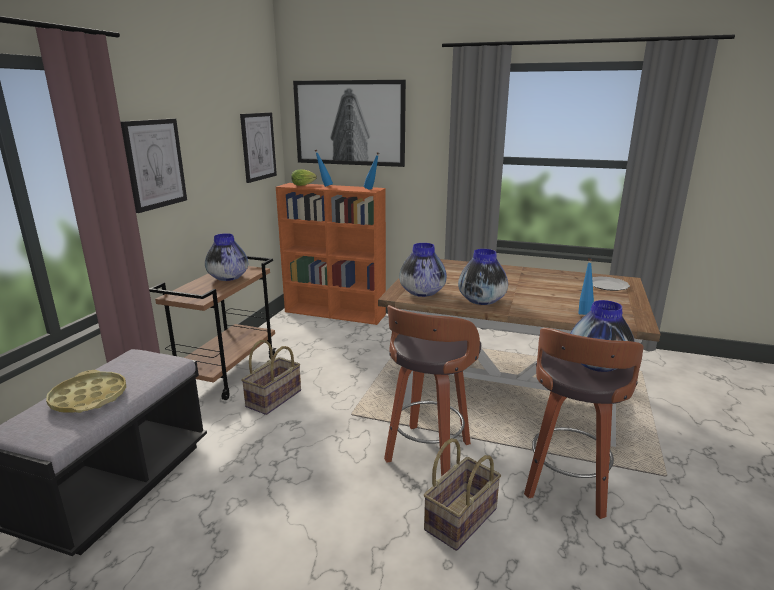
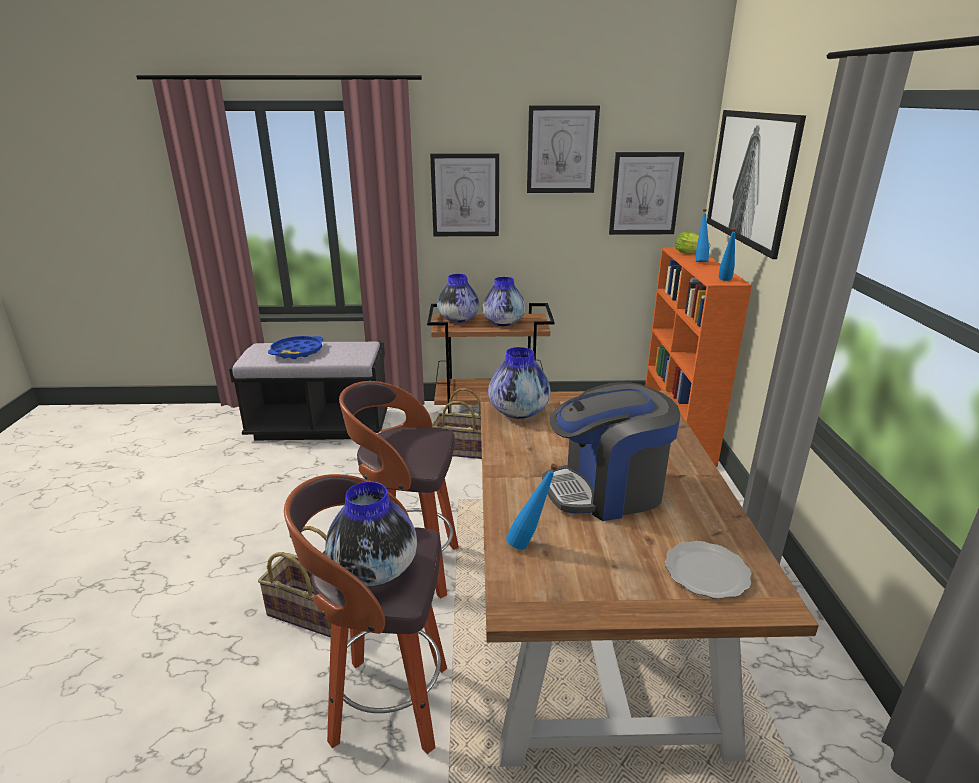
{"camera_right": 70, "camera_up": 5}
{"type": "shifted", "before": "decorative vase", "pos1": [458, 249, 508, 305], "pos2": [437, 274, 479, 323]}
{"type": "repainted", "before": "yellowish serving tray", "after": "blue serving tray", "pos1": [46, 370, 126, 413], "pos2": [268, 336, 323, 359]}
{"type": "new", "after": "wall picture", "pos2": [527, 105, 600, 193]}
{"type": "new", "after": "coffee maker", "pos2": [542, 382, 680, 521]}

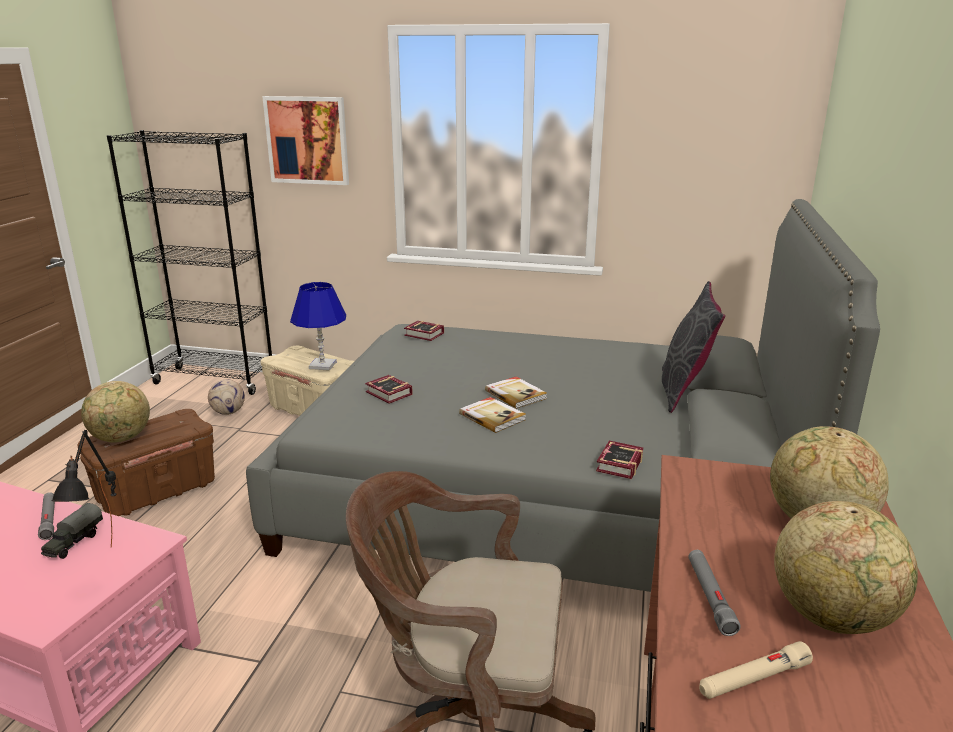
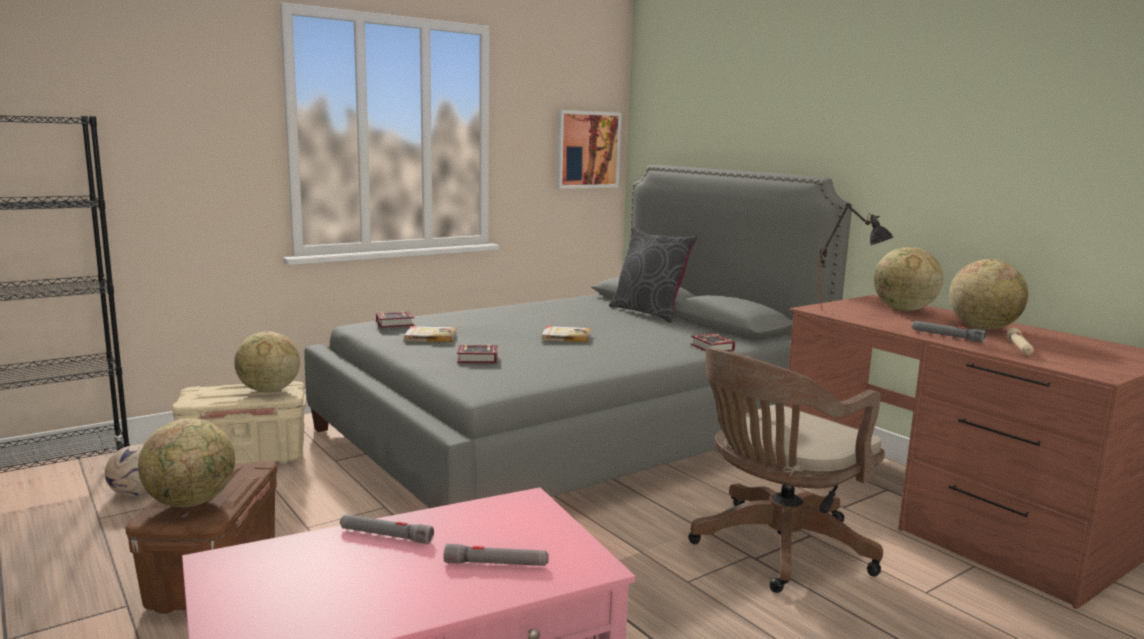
{"camera_right": -50, "camera_up": -10}
{"type": "shifted", "before": "wall picture", "pos1": [262, 96, 349, 185], "pos2": [556, 110, 622, 189]}
{"type": "swapped", "before": "blue tabletop lamp", "after": "globe", "pos1": [290, 282, 346, 371], "pos2": [234, 331, 300, 392]}
{"type": "shifted", "before": "bound book", "pos1": [459, 397, 526, 433], "pos2": [404, 326, 457, 342]}
{"type": "shifted", "before": "black-coloured tabletop lamp", "pos1": [51, 430, 116, 547], "pos2": [819, 203, 893, 311]}
{"type": "gone", "before": "toy lorry", "pos1": [41, 503, 103, 559]}
{"type": "new", "after": "grey flashlight", "pos2": [444, 544, 549, 566]}

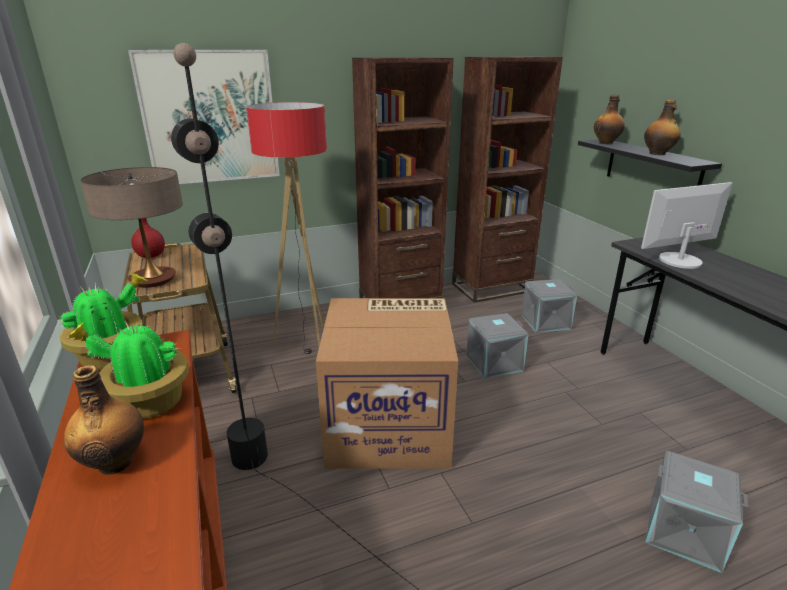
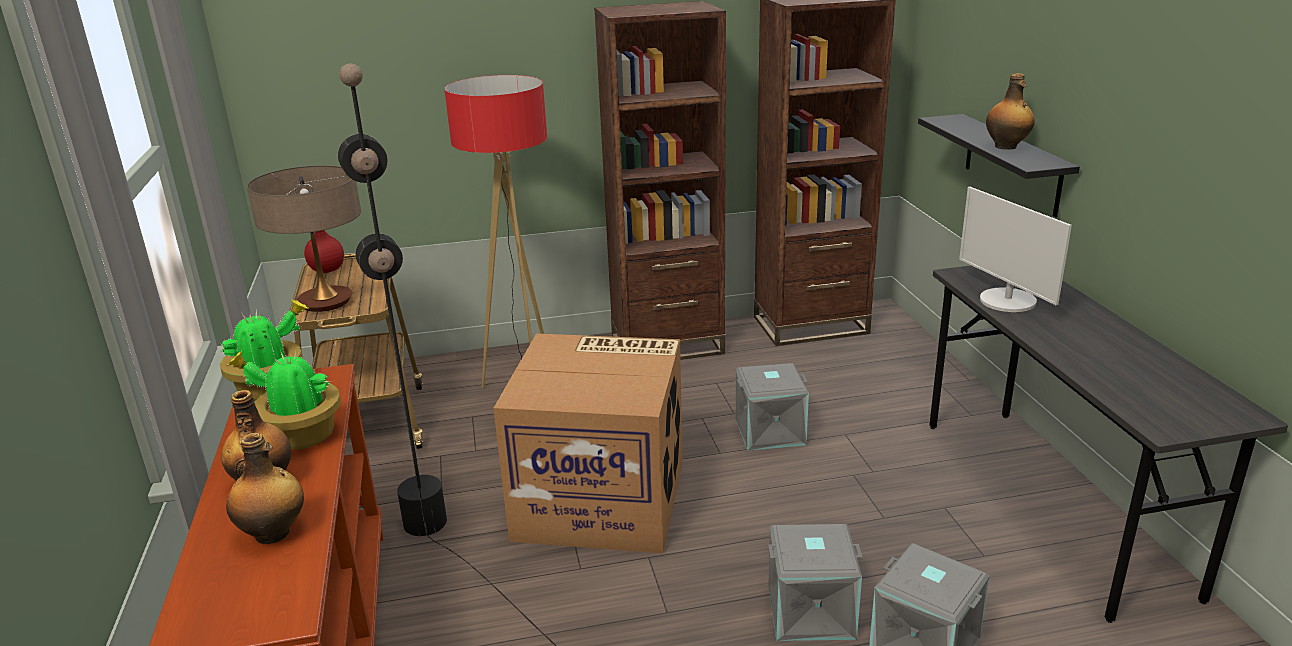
{"camera_right": 10, "camera_up": 0}
{"type": "gone", "before": "wall picture", "pos1": [128, 50, 280, 184]}
{"type": "shifted", "before": "drink bottle", "pos1": [594, 95, 625, 144], "pos2": [226, 433, 304, 544]}
{"type": "rotated", "before": "computer screen", "pos1": [641, 182, 732, 269], "pos2": [959, 187, 1072, 312], "turn": -105}
{"type": "shifted", "before": "grey storage bin", "pos1": [521, 279, 577, 332], "pos2": [768, 524, 863, 641]}

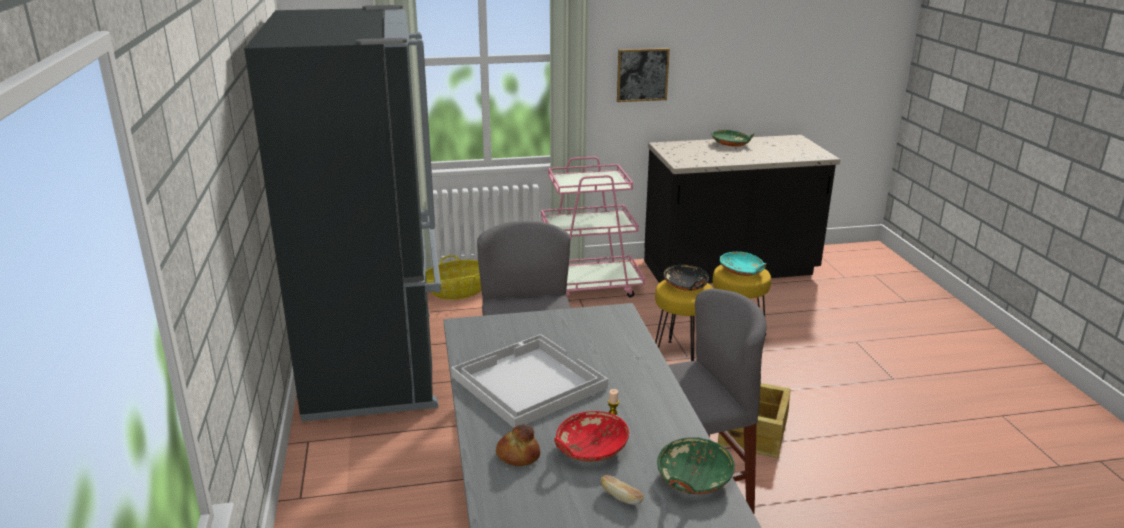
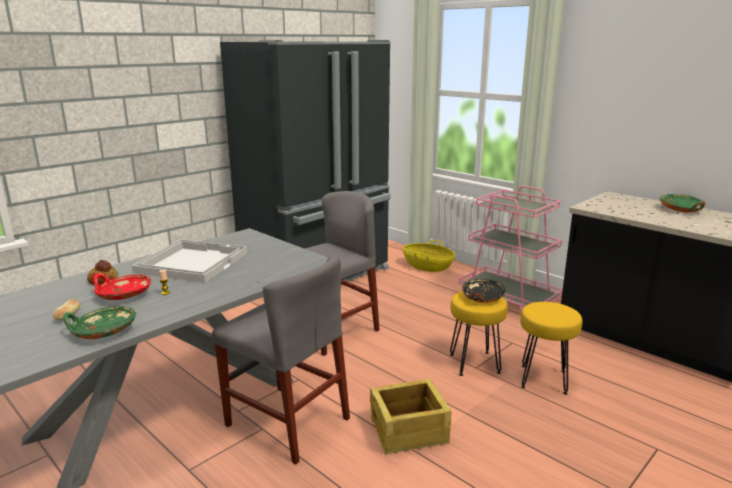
{"camera_right": 55, "camera_up": -5}
{"type": "gone", "before": "wall picture", "pos1": [617, 48, 670, 102]}
{"type": "gone", "before": "blue-green serving bowl", "pos1": [720, 252, 766, 276]}

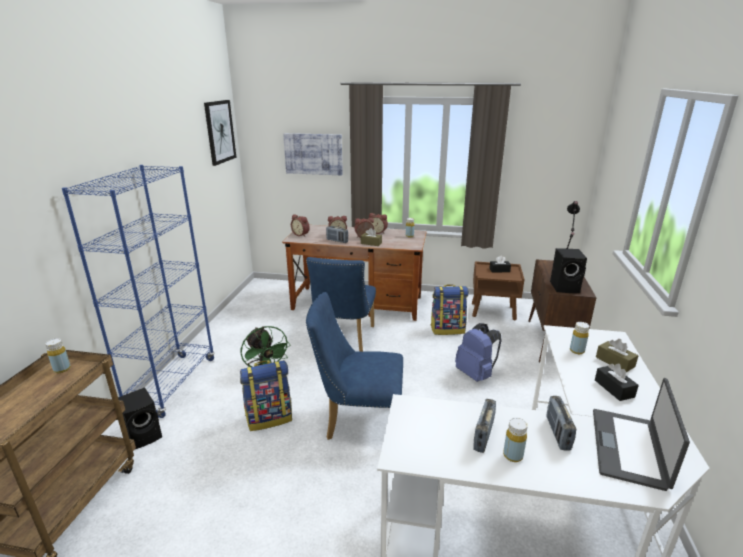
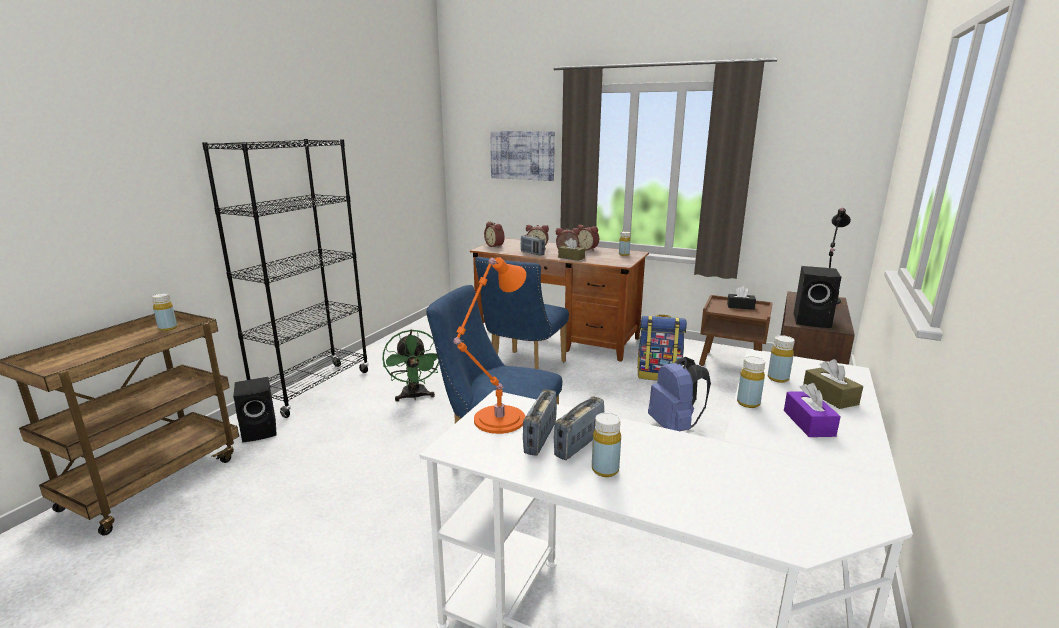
{"camera_right": 15, "camera_up": -5}
{"type": "gone", "before": "wall picture", "pos1": [204, 100, 237, 166]}
{"type": "repainted", "before": "blue bookcase", "after": "black-coloured bookcase", "pos1": [62, 165, 215, 418], "pos2": [202, 139, 369, 418]}
{"type": "gone", "before": "backpack", "pos1": [240, 360, 292, 431]}
{"type": "repainted", "before": "black-coloured tissue holder", "after": "purple tissue holder", "pos1": [595, 364, 639, 401], "pos2": [784, 383, 841, 437]}
{"type": "gone", "before": "portable computer", "pos1": [593, 378, 690, 491]}
{"type": "shifted", "before": "radio", "pos1": [546, 396, 576, 451], "pos2": [523, 390, 557, 456]}
{"type": "new", "after": "orange tabletop lamp", "pos2": [453, 257, 526, 434]}
{"type": "new", "after": "yellowish drink bottle", "pos2": [737, 356, 765, 408]}

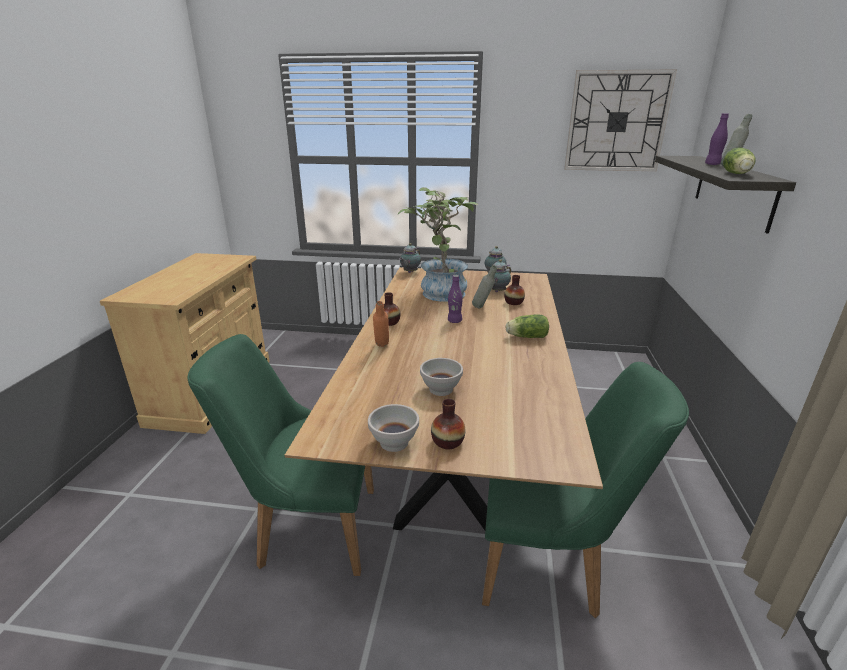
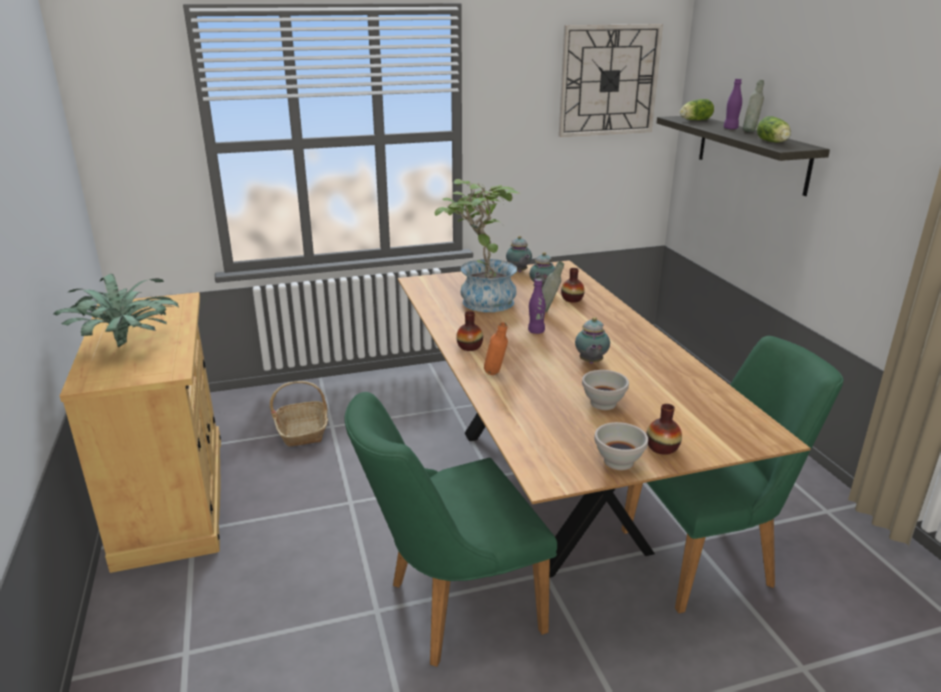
{"camera_right": -25, "camera_up": 0}
{"type": "shifted", "before": "pot for tea", "pos1": [399, 243, 421, 273], "pos2": [575, 317, 610, 364]}
{"type": "shifted", "before": "head of lettuce", "pos1": [506, 314, 549, 338], "pos2": [680, 99, 714, 120]}
{"type": "new", "after": "houseplant", "pos2": [53, 274, 179, 347]}
{"type": "new", "after": "basket", "pos2": [270, 381, 328, 447]}

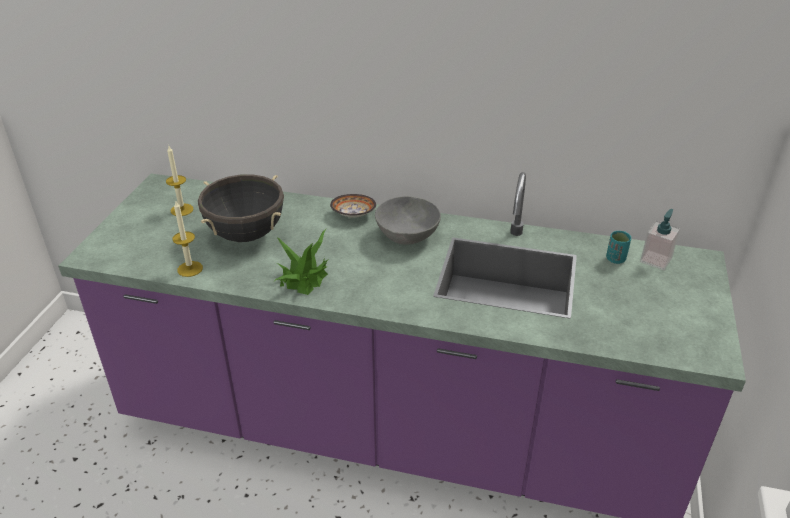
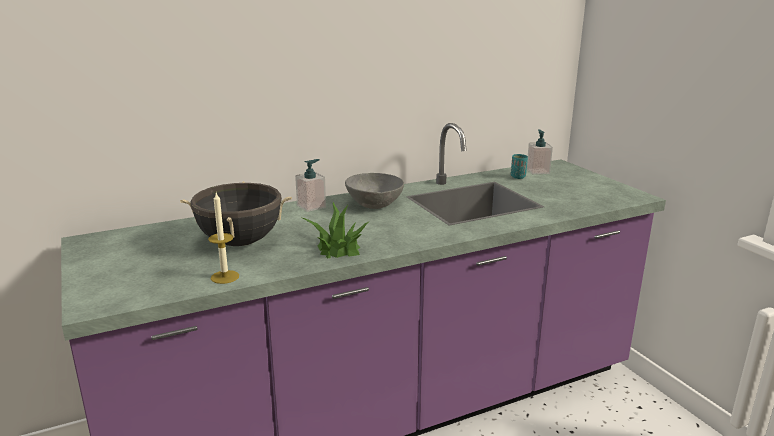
{"camera_right": -40, "camera_up": -15}
{"type": "gone", "before": "candle", "pos1": [166, 146, 194, 216]}
{"type": "swapped", "before": "serving bowl", "after": "soap bottle", "pos1": [330, 194, 376, 217], "pos2": [295, 159, 326, 212]}

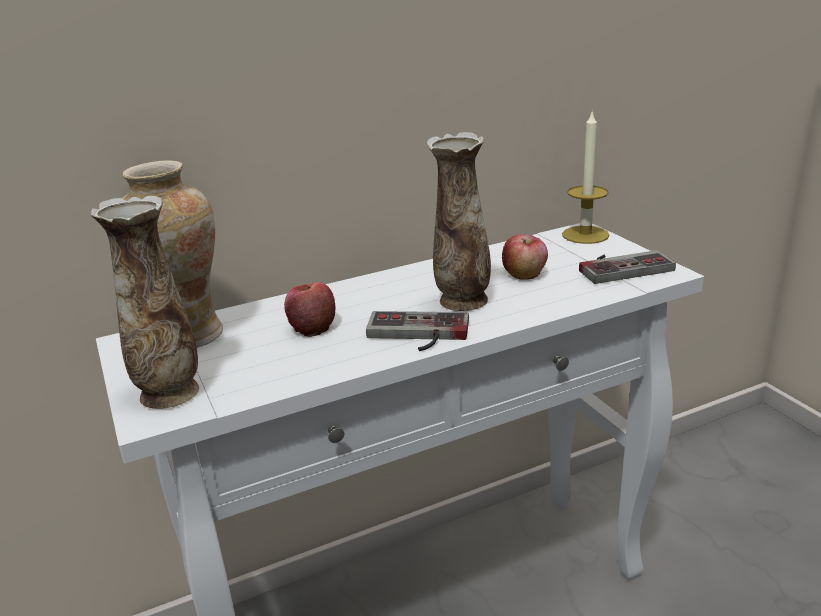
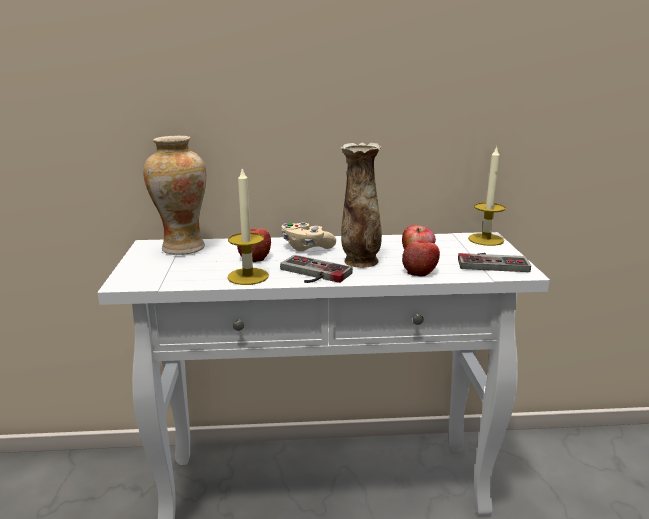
{"camera_right": 20, "camera_up": -5}
{"type": "gone", "before": "decorative vase", "pos1": [90, 196, 199, 409]}
{"type": "new", "after": "candle", "pos2": [227, 167, 269, 285]}
{"type": "new", "after": "beige-coloured game controller", "pos2": [281, 222, 336, 252]}
{"type": "new", "after": "apple", "pos2": [402, 240, 440, 277]}

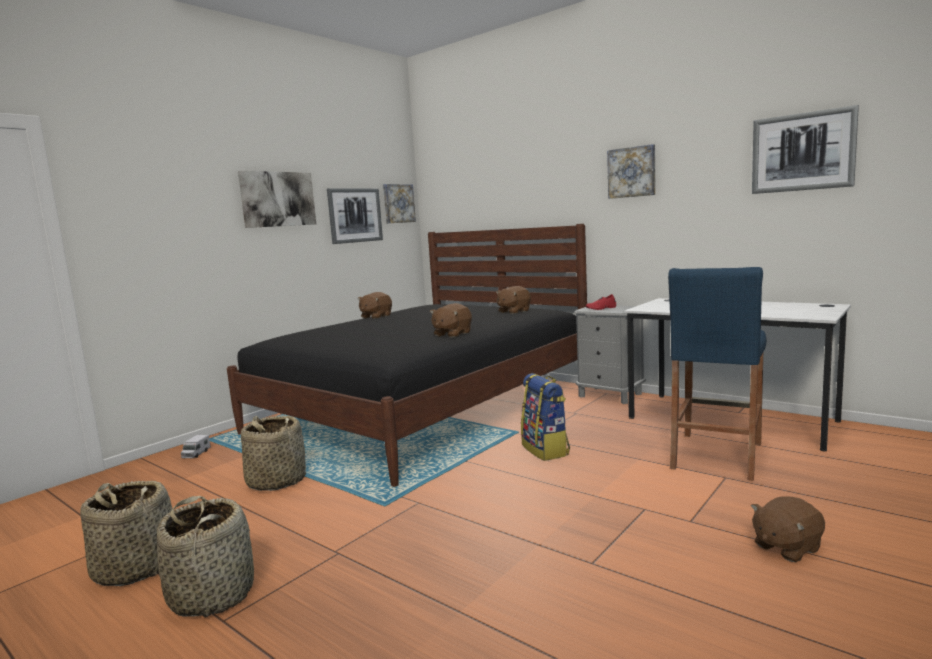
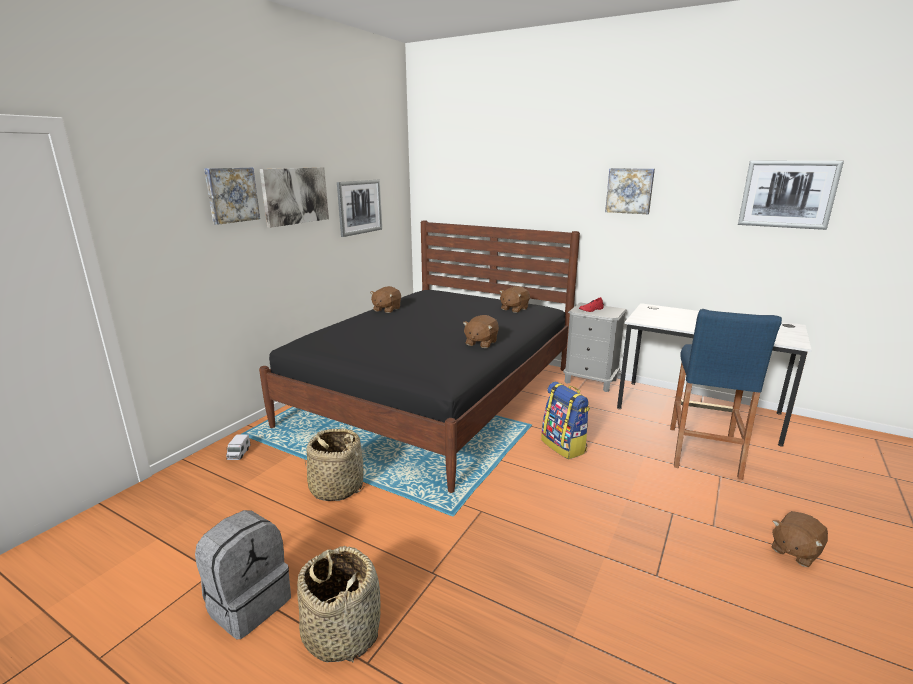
{"camera_right": -10, "camera_up": 10}
{"type": "shifted", "before": "wall picture", "pos1": [383, 184, 416, 224], "pos2": [204, 167, 260, 225]}
{"type": "swapped", "before": "basket", "after": "grey backpack", "pos1": [80, 481, 173, 586], "pos2": [195, 510, 291, 639]}

